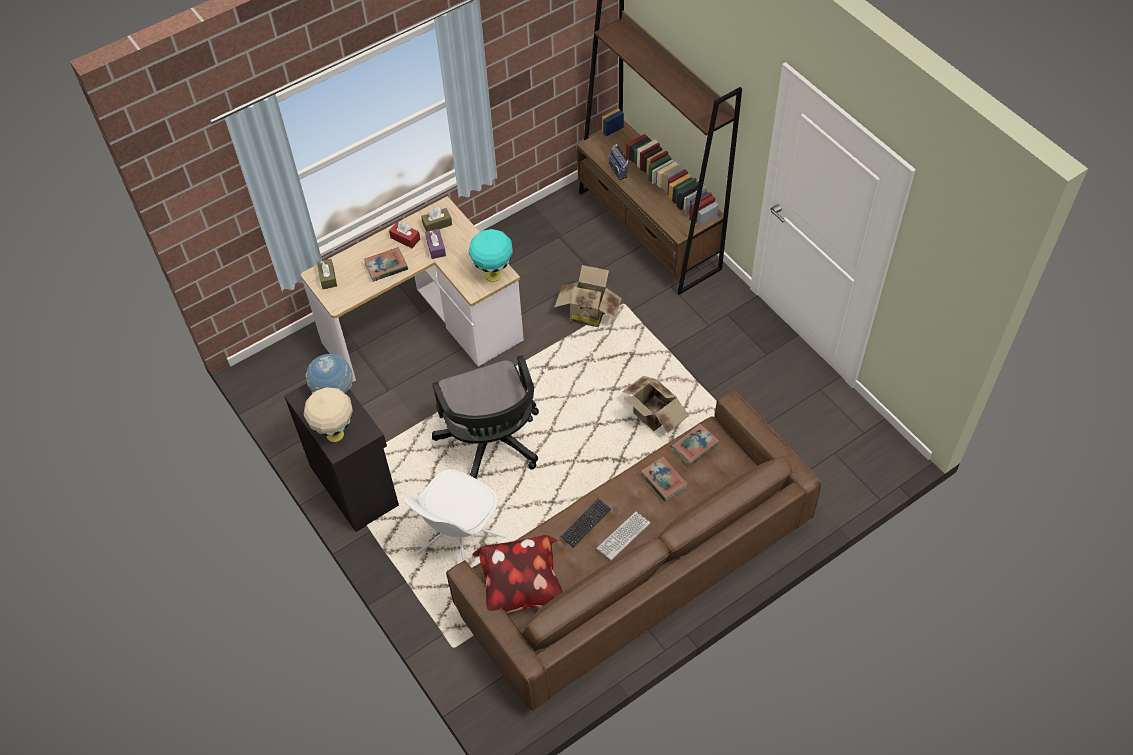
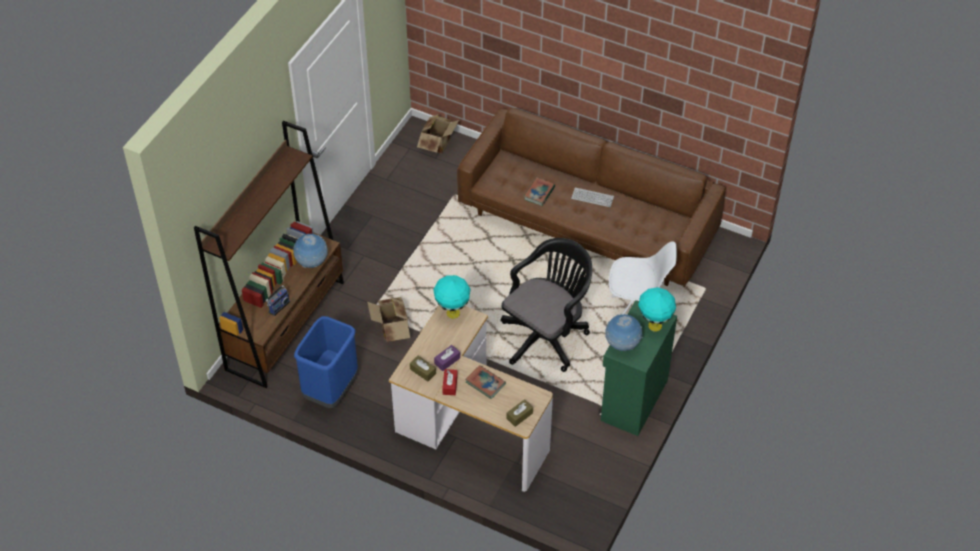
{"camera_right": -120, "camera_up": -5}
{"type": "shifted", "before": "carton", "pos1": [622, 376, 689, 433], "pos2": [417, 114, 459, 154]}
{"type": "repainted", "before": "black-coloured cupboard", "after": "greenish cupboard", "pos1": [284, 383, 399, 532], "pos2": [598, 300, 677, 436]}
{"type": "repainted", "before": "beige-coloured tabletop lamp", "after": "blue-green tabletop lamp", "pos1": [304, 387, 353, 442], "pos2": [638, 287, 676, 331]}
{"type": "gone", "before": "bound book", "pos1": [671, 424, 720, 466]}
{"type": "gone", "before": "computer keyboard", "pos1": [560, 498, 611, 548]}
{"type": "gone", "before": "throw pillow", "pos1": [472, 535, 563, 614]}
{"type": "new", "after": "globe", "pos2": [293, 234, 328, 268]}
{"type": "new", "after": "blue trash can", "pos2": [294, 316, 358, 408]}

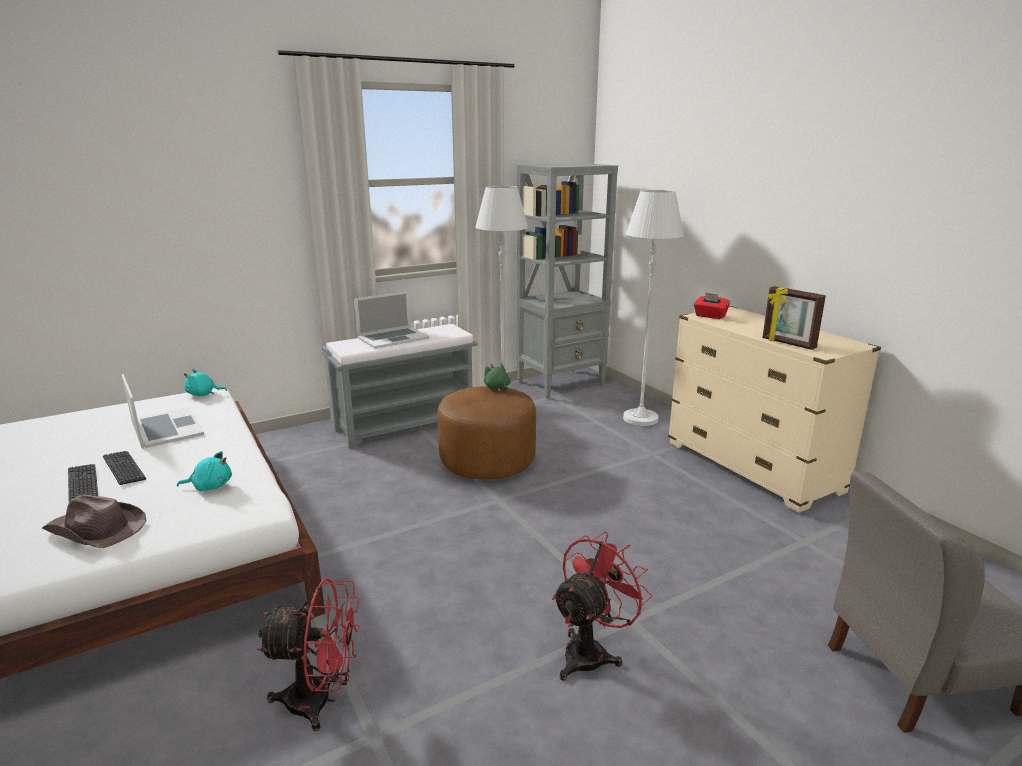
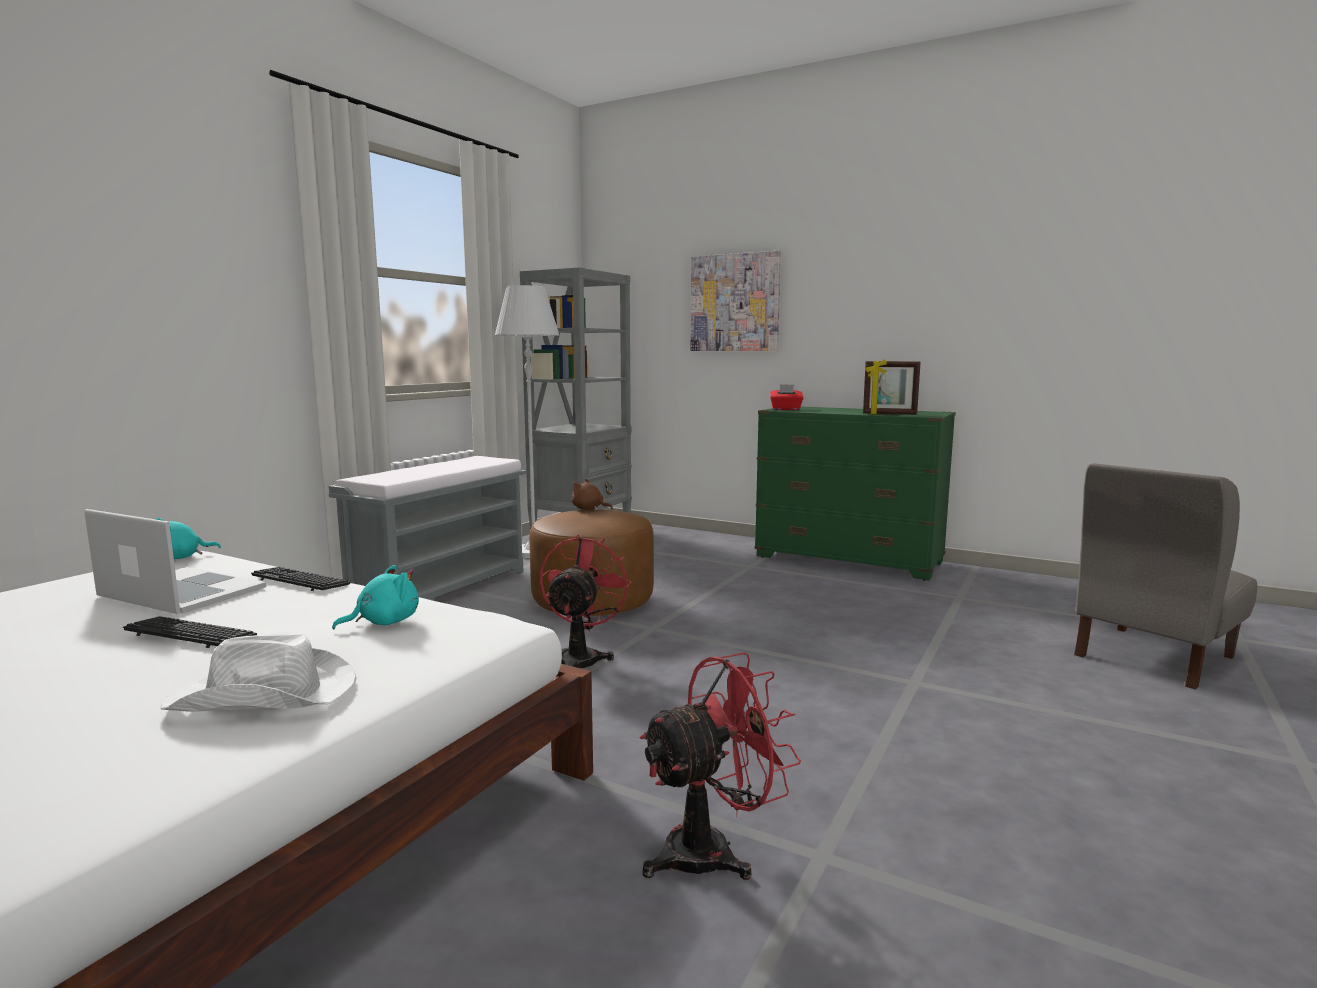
{"camera_right": -30, "camera_up": -10}
{"type": "gone", "before": "whitish floor lamp", "pos1": [623, 190, 684, 426]}
{"type": "gone", "before": "portable computer", "pos1": [354, 291, 430, 349]}
{"type": "repainted", "before": "beige-coloured dresser", "after": "greenish dresser", "pos1": [668, 306, 881, 513], "pos2": [755, 407, 956, 581]}
{"type": "repainted", "before": "greenish cuddly toy", "after": "brown cuddly toy", "pos1": [484, 363, 511, 393], "pos2": [571, 479, 613, 510]}
{"type": "shifted", "before": "computer keyboard", "pos1": [68, 464, 98, 502], "pos2": [251, 567, 350, 591]}
{"type": "repainted", "before": "brown hat", "after": "whitish hat", "pos1": [42, 494, 146, 548], "pos2": [161, 632, 357, 712]}
{"type": "shifted", "before": "red-coloured cooling fan", "pos1": [552, 532, 652, 681], "pos2": [540, 535, 631, 669]}
{"type": "new", "after": "wall picture", "pos2": [690, 251, 781, 351]}

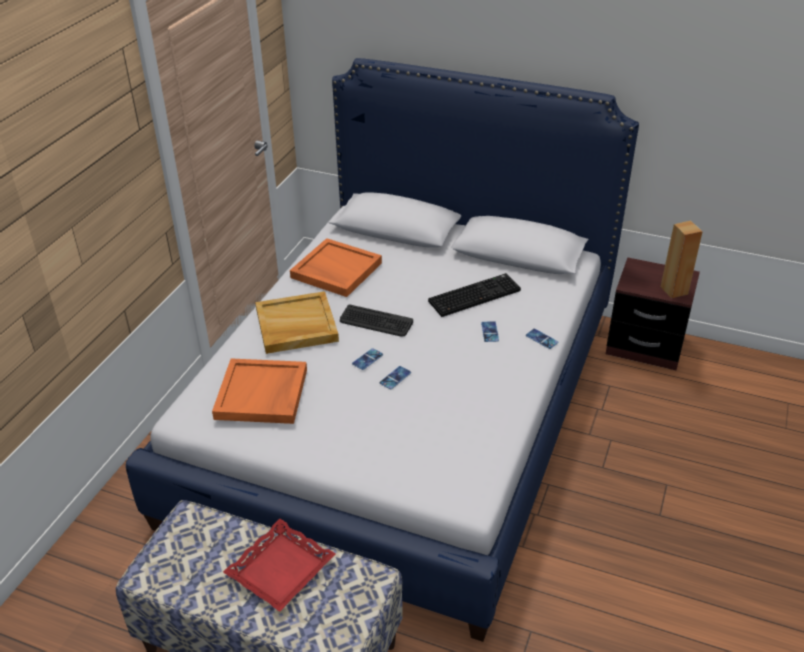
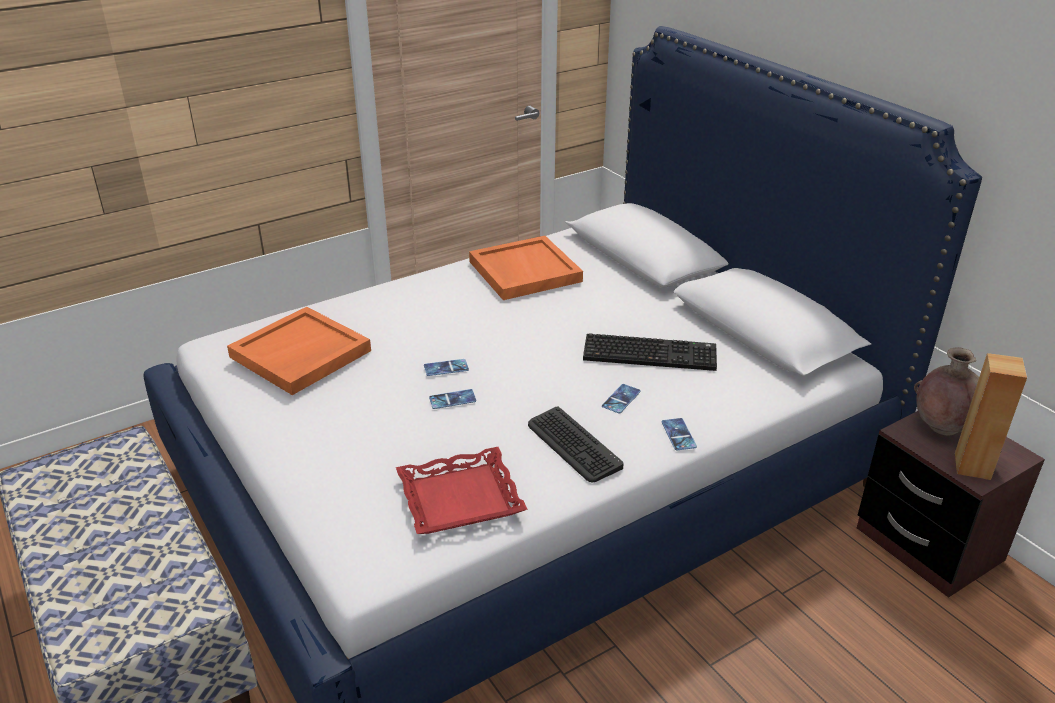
{"camera_right": 35, "camera_up": -5}
{"type": "gone", "before": "beige-coloured serving tray", "pos1": [255, 291, 339, 354]}
{"type": "shifted", "before": "computer keyboard", "pos1": [340, 305, 413, 337], "pos2": [528, 407, 623, 483]}
{"type": "shifted", "before": "red-coloured serving tray", "pos1": [223, 519, 336, 612], "pos2": [396, 447, 528, 534]}
{"type": "new", "after": "brown decorative vase", "pos2": [914, 347, 979, 435]}

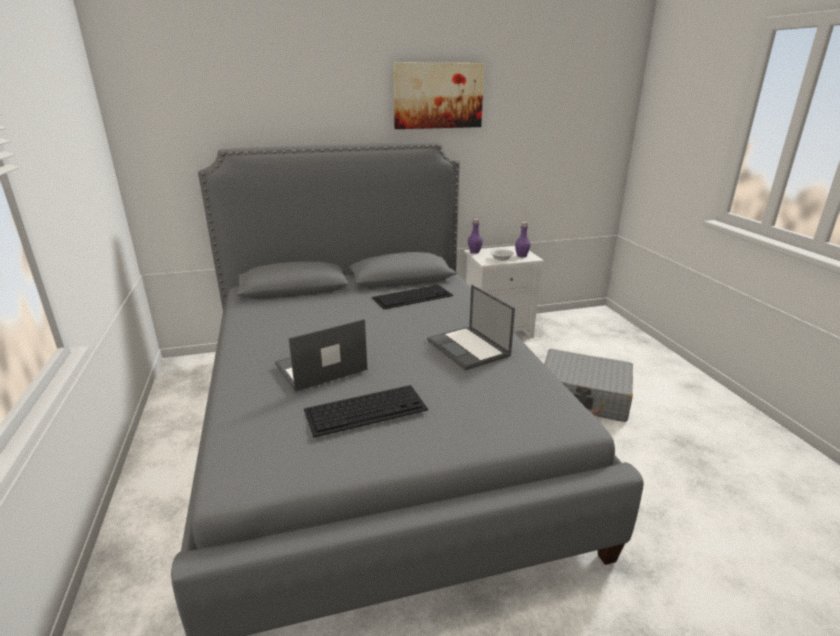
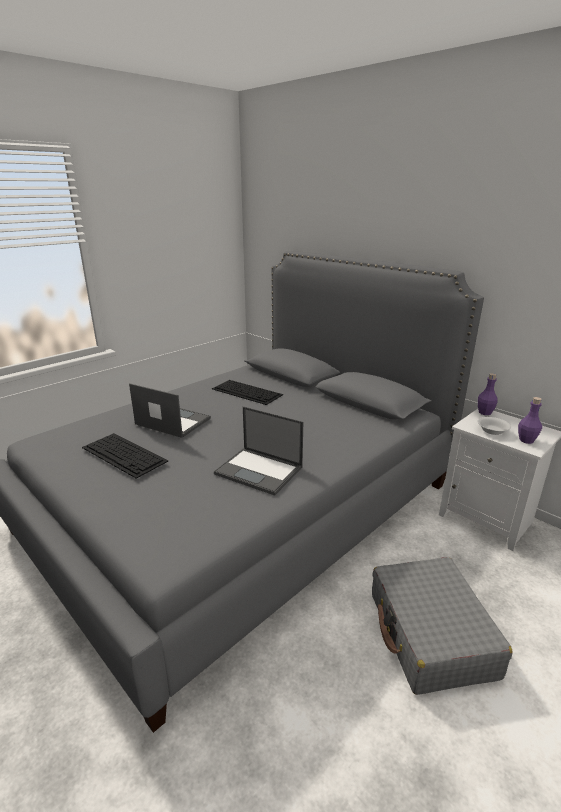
{"camera_right": 60, "camera_up": 0}
{"type": "gone", "before": "wall picture", "pos1": [393, 63, 484, 129]}
{"type": "shifted", "before": "computer keyboard", "pos1": [372, 285, 453, 309], "pos2": [212, 380, 283, 405]}
{"type": "rotated", "before": "portable computer", "pos1": [427, 285, 515, 370], "pos2": [214, 406, 303, 496], "turn": -90}

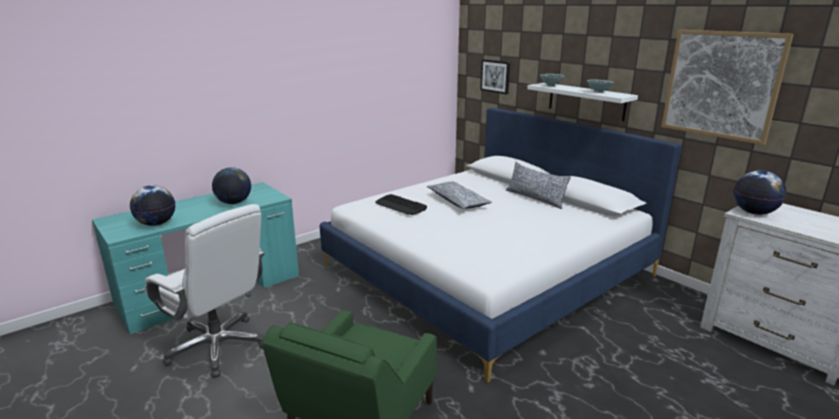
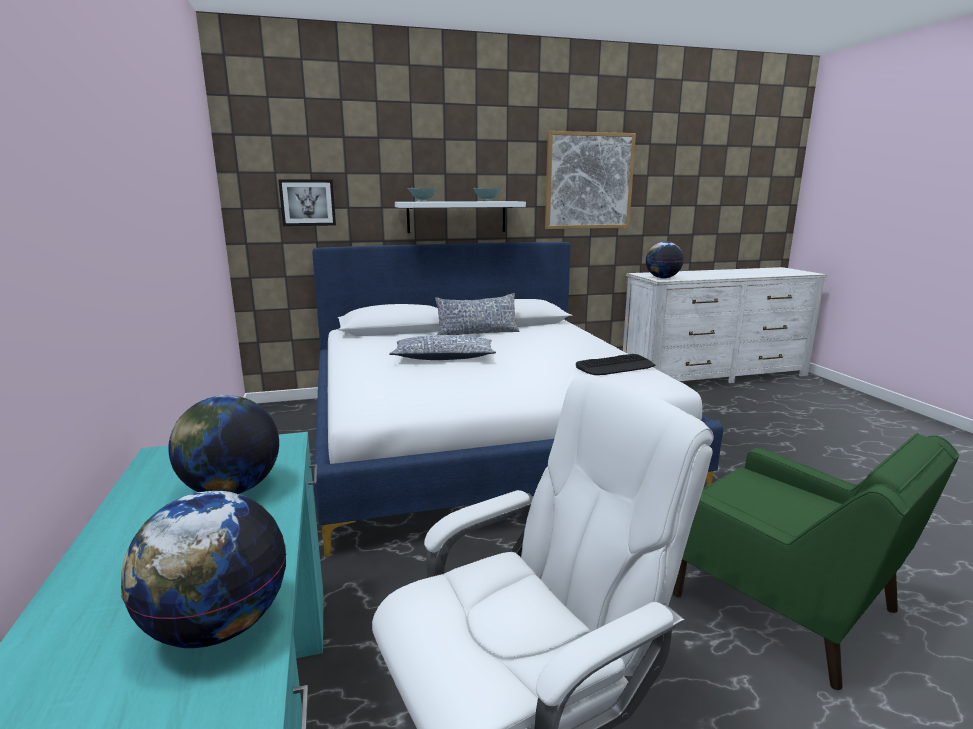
{"camera_right": -65, "camera_up": -5}
{"type": "shifted", "before": "computer keyboard", "pos1": [376, 194, 427, 215], "pos2": [576, 354, 655, 375]}

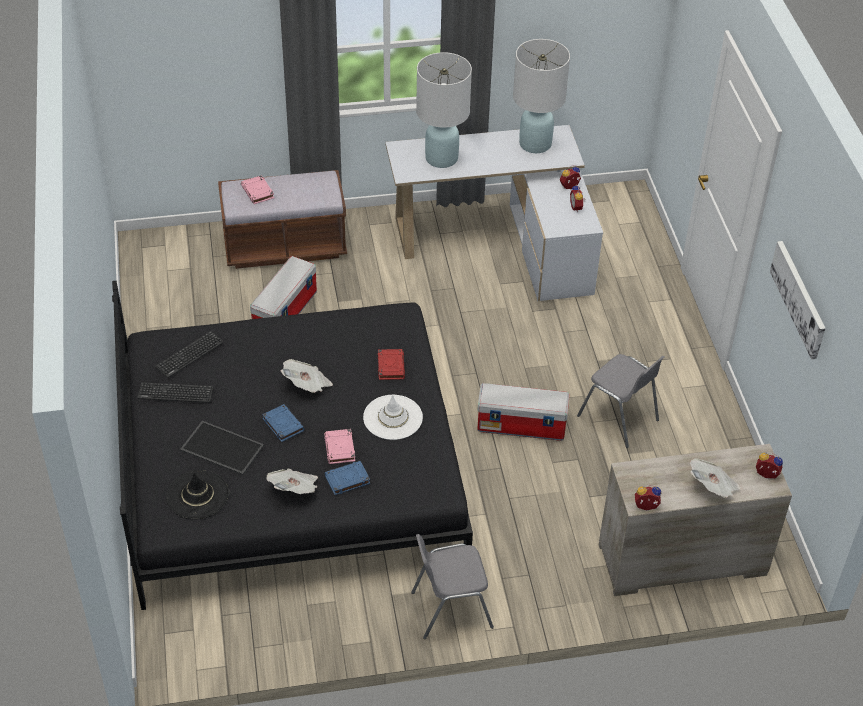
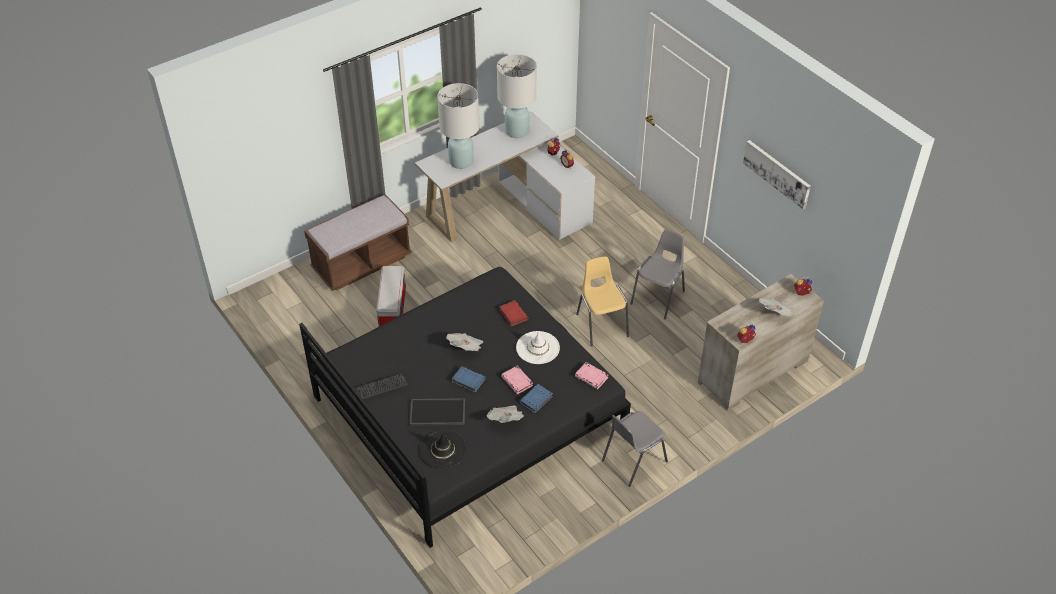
{"camera_right": -25, "camera_up": 0}
{"type": "shifted", "before": "pink bound book", "pos1": [241, 175, 274, 204], "pos2": [574, 362, 608, 389]}
{"type": "gone", "before": "computer keyboard", "pos1": [155, 331, 224, 378]}
{"type": "rotated", "before": "grey upright chair", "pos1": [577, 354, 665, 448], "pos2": [630, 230, 685, 319], "turn": -75}
{"type": "swapped", "before": "storage bin", "after": "yellowish upright chair", "pos1": [477, 383, 569, 441], "pos2": [576, 256, 629, 347]}

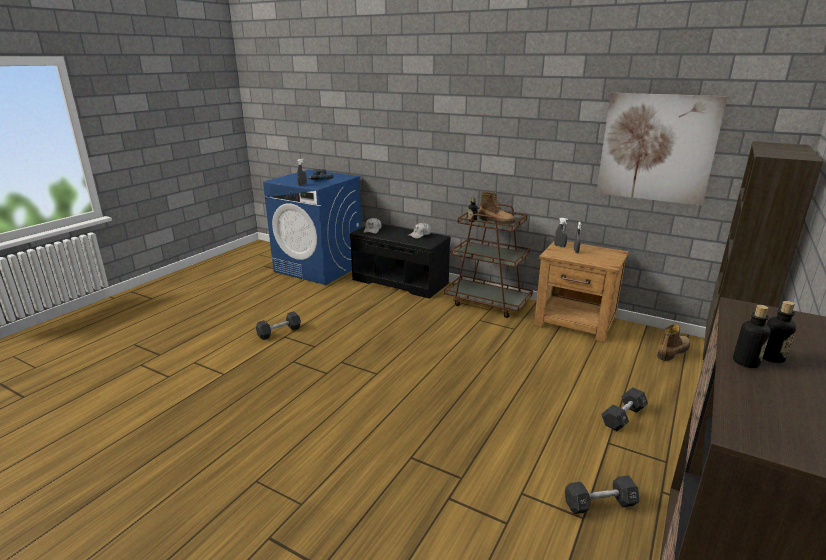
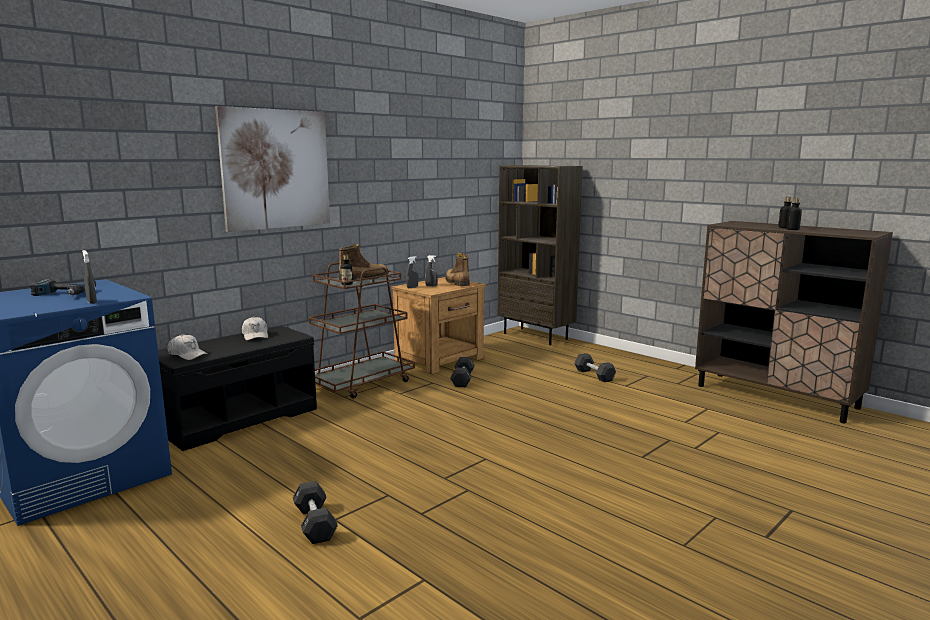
{"camera_right": -75, "camera_up": -10}
{"type": "shifted", "before": "wall picture", "pos1": [596, 93, 728, 206], "pos2": [215, 106, 330, 232]}
{"type": "shifted", "before": "high-top boot", "pos1": [657, 325, 690, 361], "pos2": [445, 253, 470, 286]}
{"type": "shifted", "before": "black-coloured dumbbell", "pos1": [565, 475, 639, 514], "pos2": [450, 357, 475, 387]}

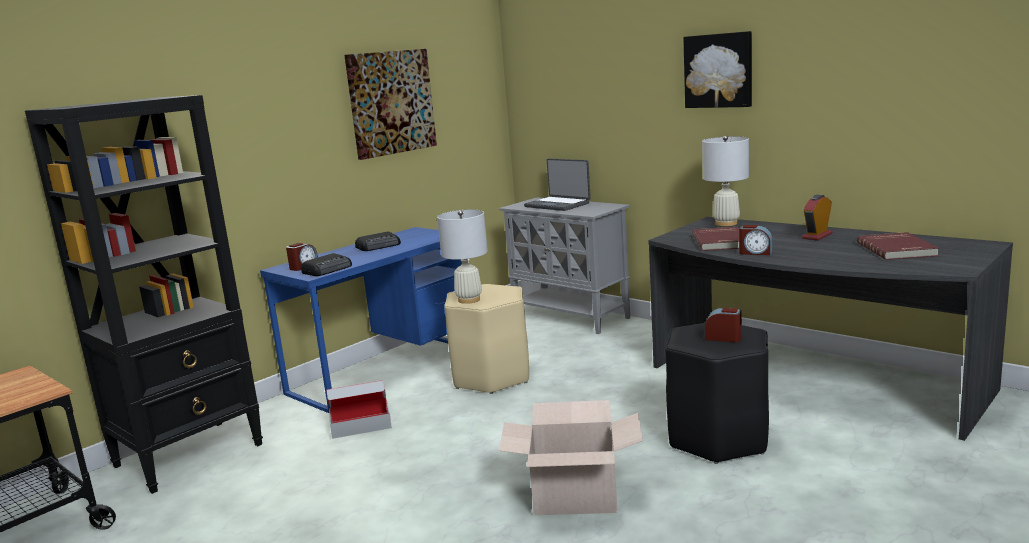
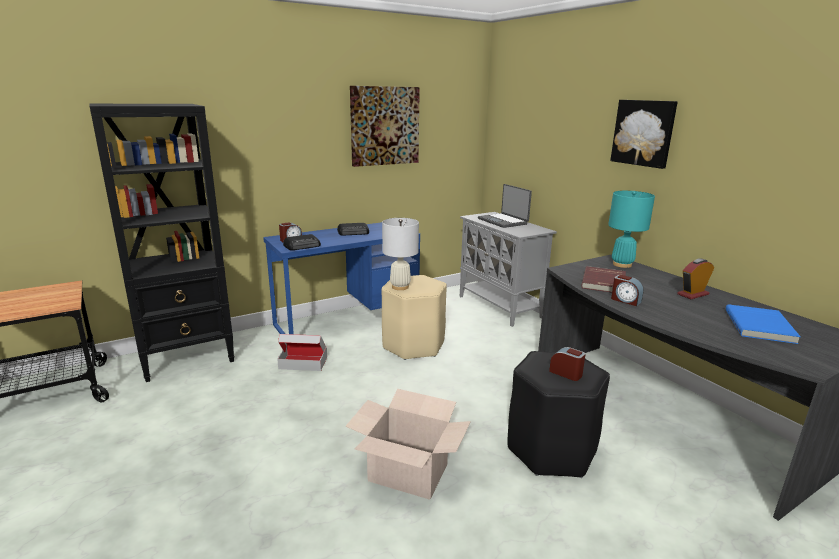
{"camera_right": 15, "camera_up": 5}
{"type": "repainted", "before": "whitish tabletop lamp", "after": "blue-green tabletop lamp", "pos1": [702, 136, 749, 226], "pos2": [608, 191, 655, 268]}
{"type": "repainted", "before": "red-coloured bound book", "after": "blue bound book", "pos1": [857, 232, 939, 260], "pos2": [726, 304, 801, 344]}

